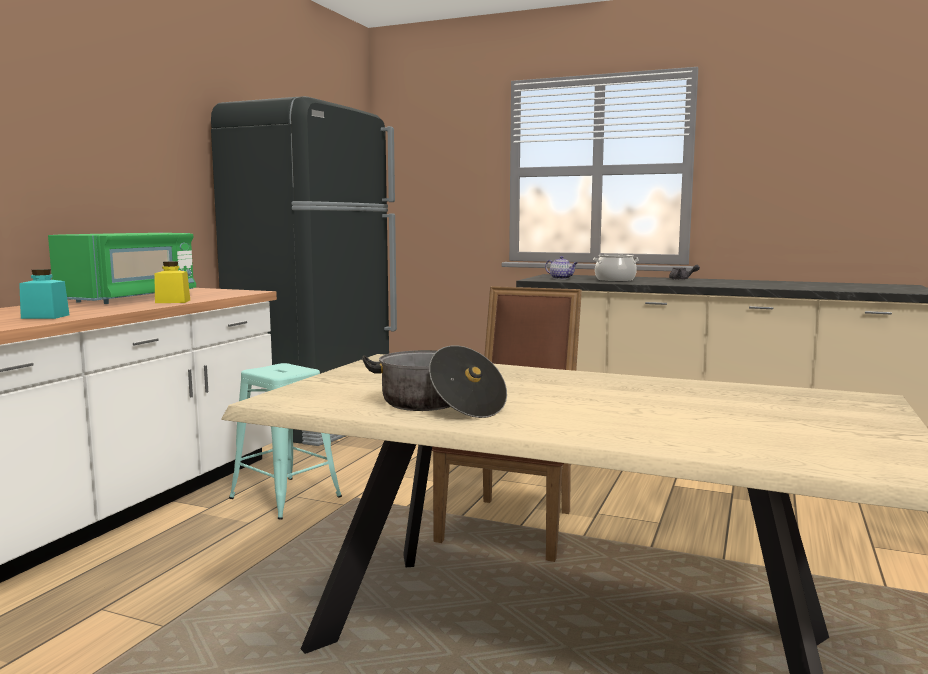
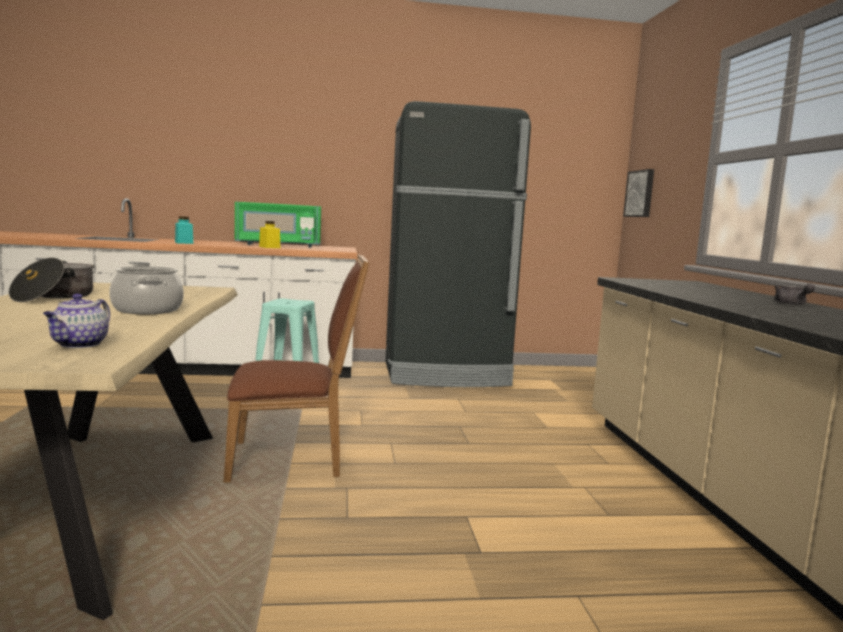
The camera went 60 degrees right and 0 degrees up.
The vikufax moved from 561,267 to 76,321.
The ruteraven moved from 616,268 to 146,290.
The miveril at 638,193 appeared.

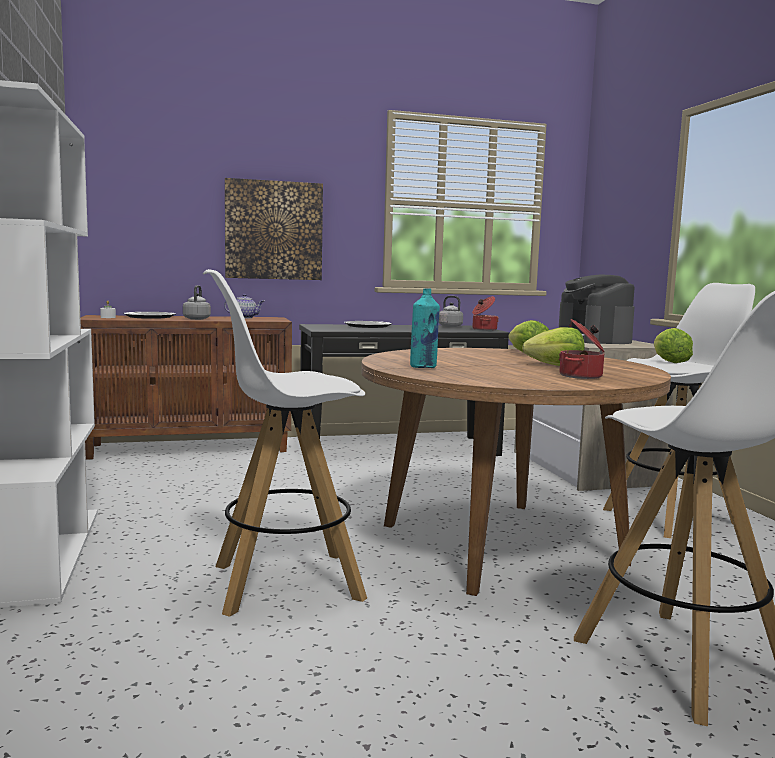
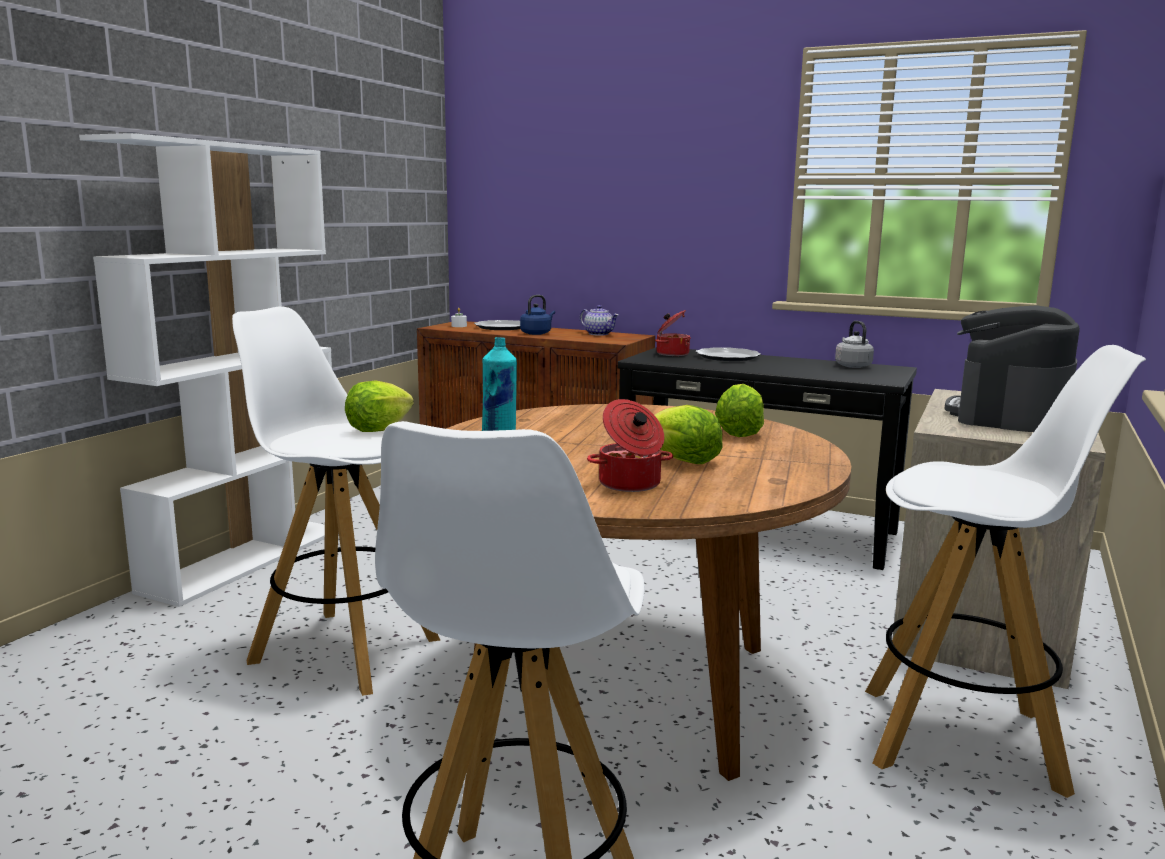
The camera went 40 degrees right and 5 degrees up.
The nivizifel moved from 673,345 to 379,406.
The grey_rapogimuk at 197,302 became the blue_rapogimuk at 537,315.
The ruteraven moved from 485,313 to 673,333.
The miveril at 274,229 disappeared.

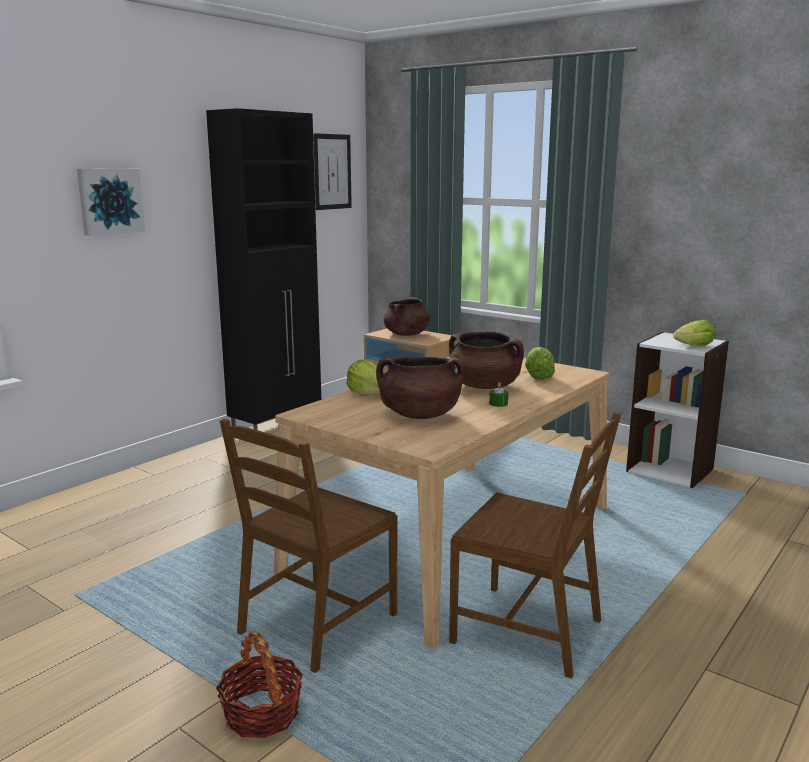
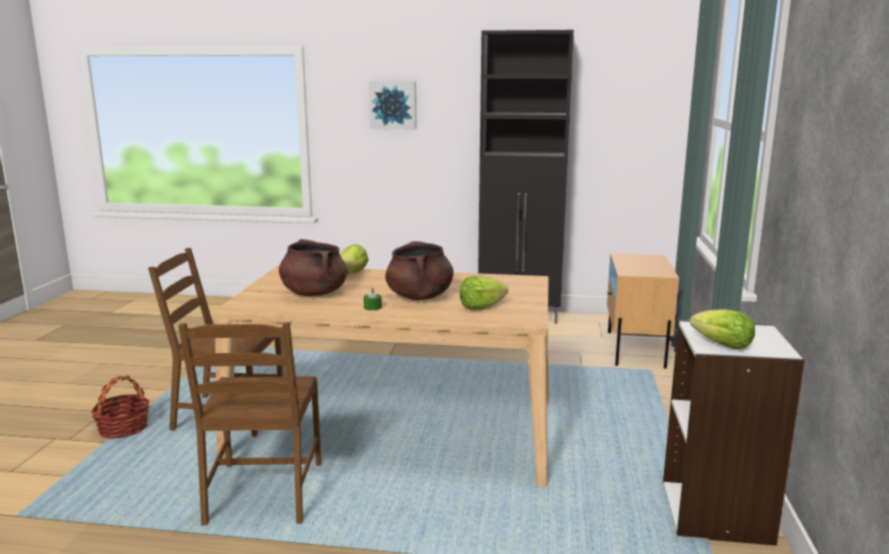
The camera went 60 degrees right and 0 degrees up.
The miveril at 332,171 disappeared.
The brown_ruteraven at 406,316 disappeared.

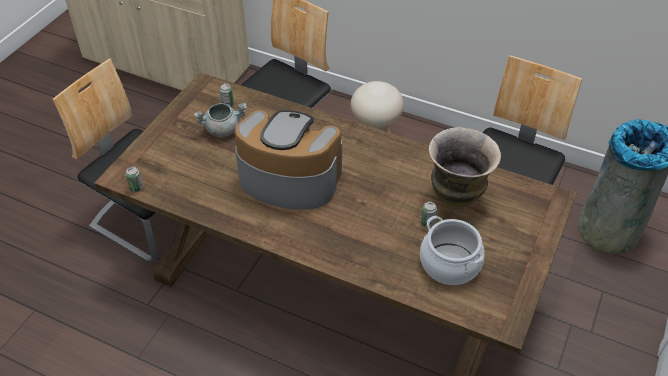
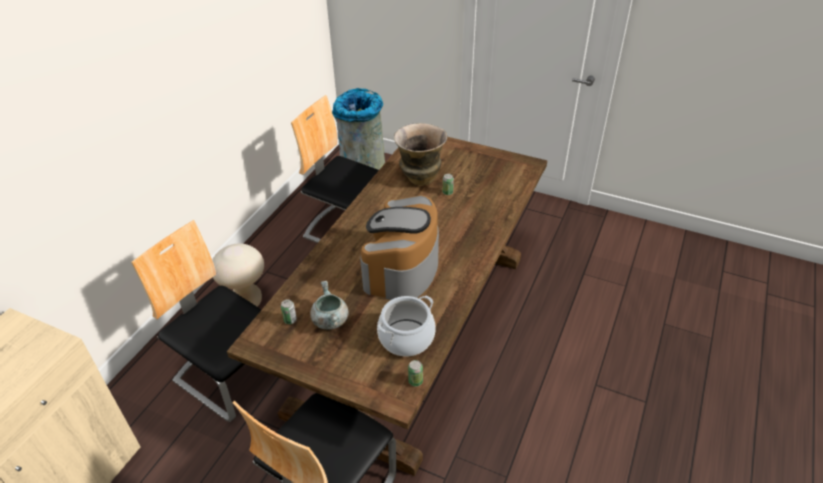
The camera went 90 degrees left and 5 degrees down.
The ruteraven moved from 452,250 to 406,326.

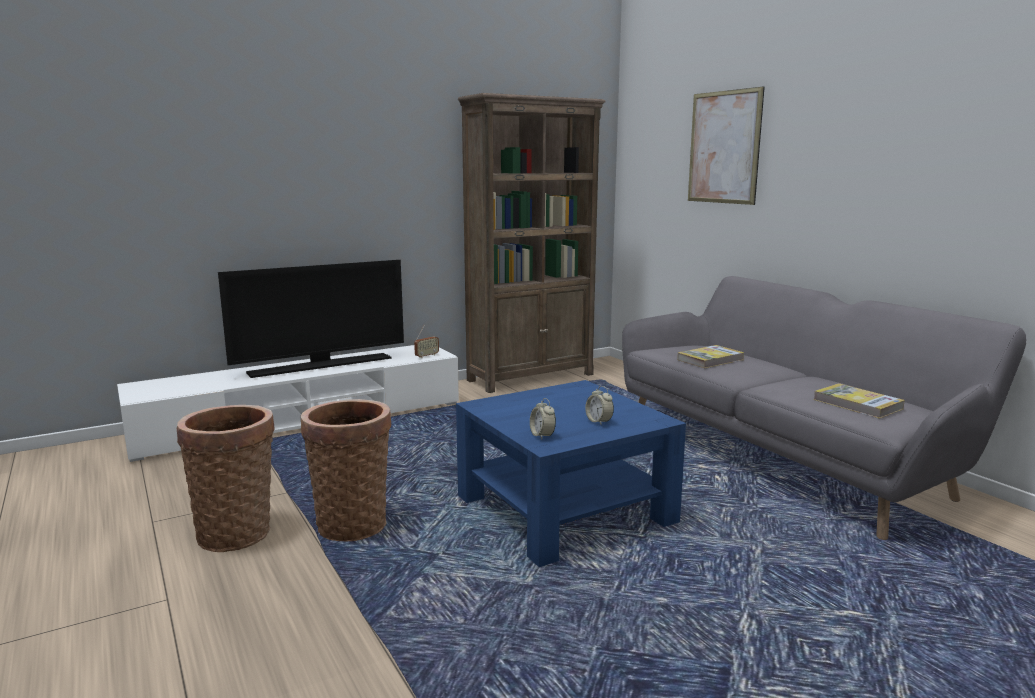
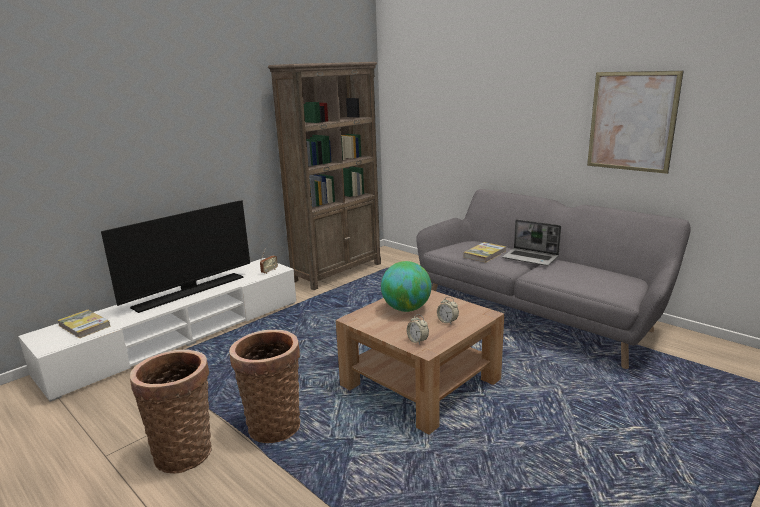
The camera went 15 degrees left and 5 degrees up.
The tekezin moved from 859,401 to 83,324.
The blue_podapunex at 571,473 became the brown_podapunex at 420,362.
The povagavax at 406,286 appeared.
The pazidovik at 531,242 appeared.
The miveril moved from 726,145 to 635,122.

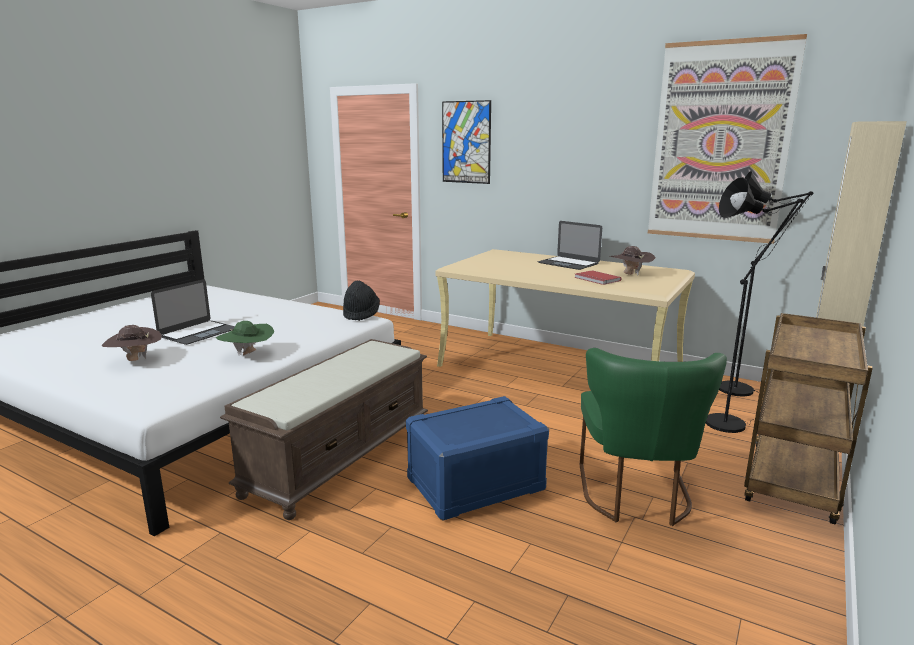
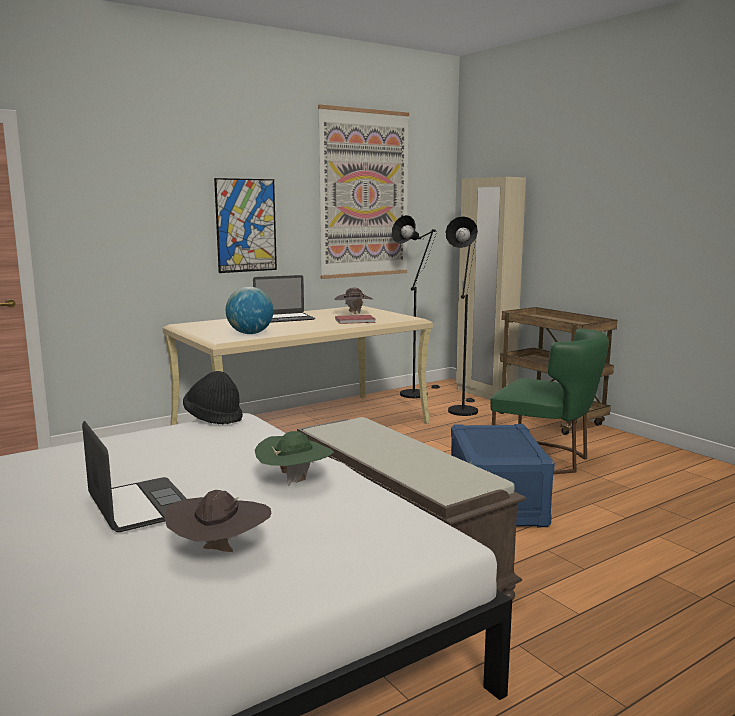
The camera went 65 degrees left and 5 degrees down.
The miveril moved from 466,142 to 245,225.
The povagavax at 249,310 appeared.

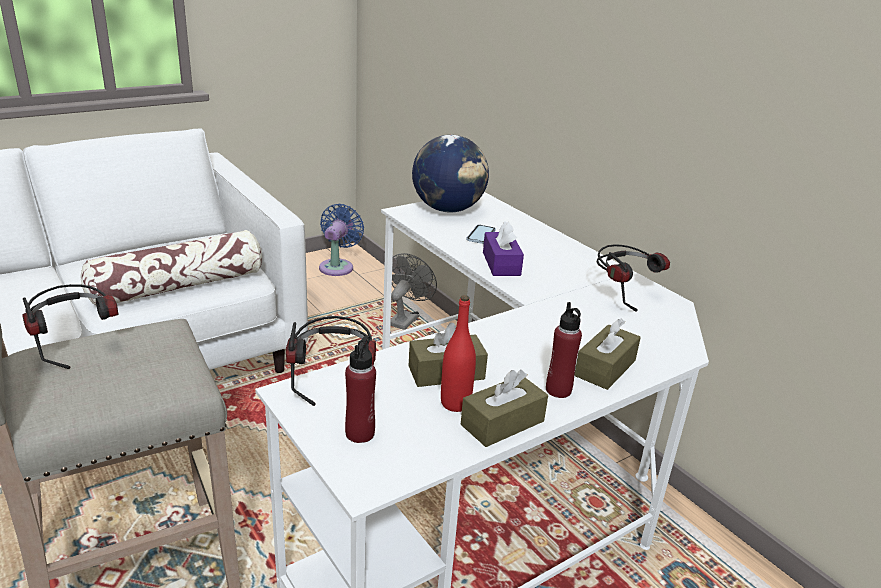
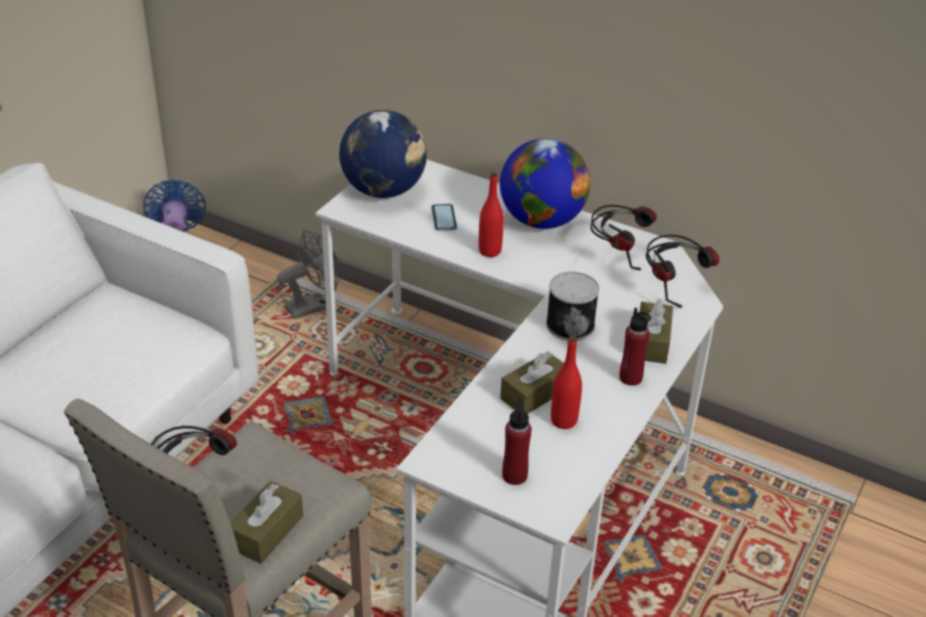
The camera went 25 degrees left and 10 degrees up.
The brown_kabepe moved from 504,408 to 267,522.
The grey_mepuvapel at 413,291 turned 60 degrees clockwise.
The purple_kabepe at 503,248 was replaced by the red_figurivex at 491,214.
The povagavax at 545,183 appeared.
The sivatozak at 572,306 appeared.
The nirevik moved from 331,361 to 682,271.
The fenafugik at 171,267 disappeared.

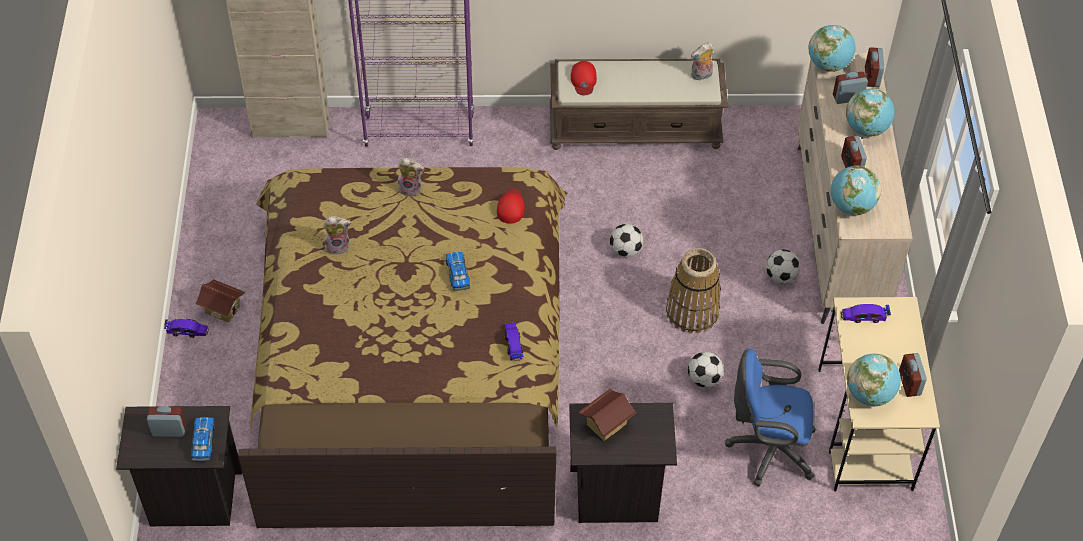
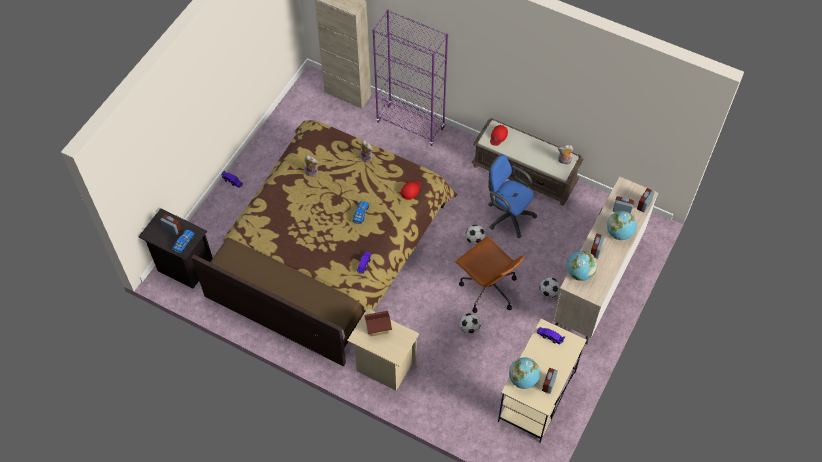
The camera went 30 degrees right and 5 degrees up.
The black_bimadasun at 623,463 became the beige_bimadasun at 383,349.
The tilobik at 693,290 was replaced by the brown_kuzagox at 490,275.
The blue_kuzagox moved from 770,417 to 512,196.
The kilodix at 220,301 disappeared.
The povagavax at 831,48 disappeared.

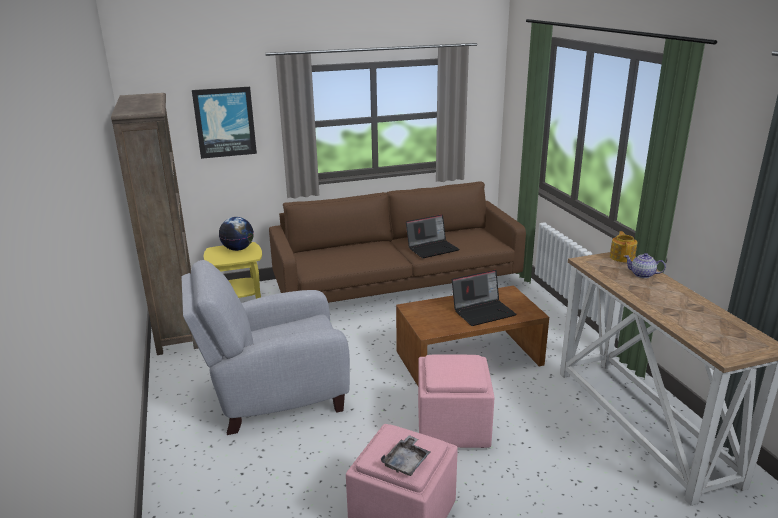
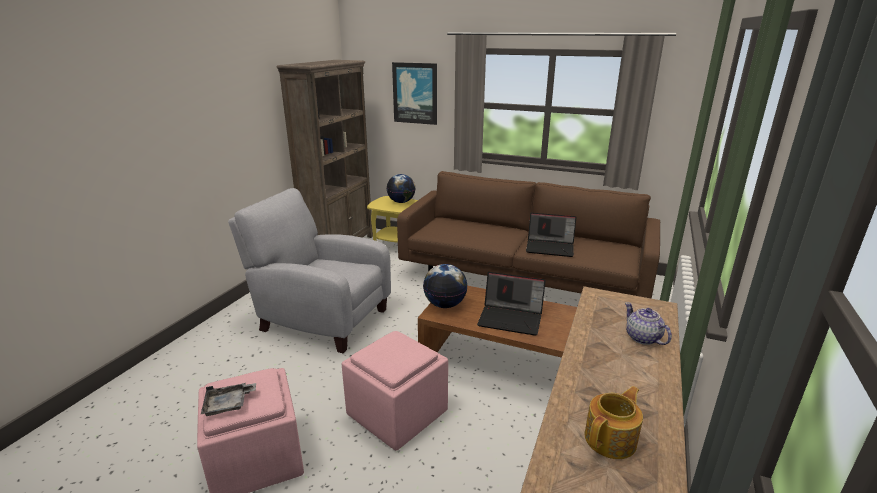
The camera went 40 degrees right and 0 degrees up.
The povagavax at 445,286 appeared.
The vikufax moved from 623,246 to 614,422.

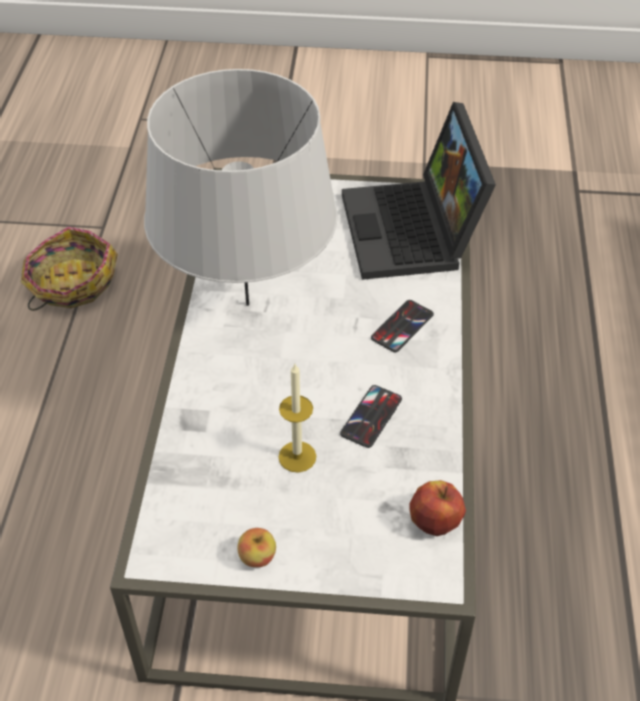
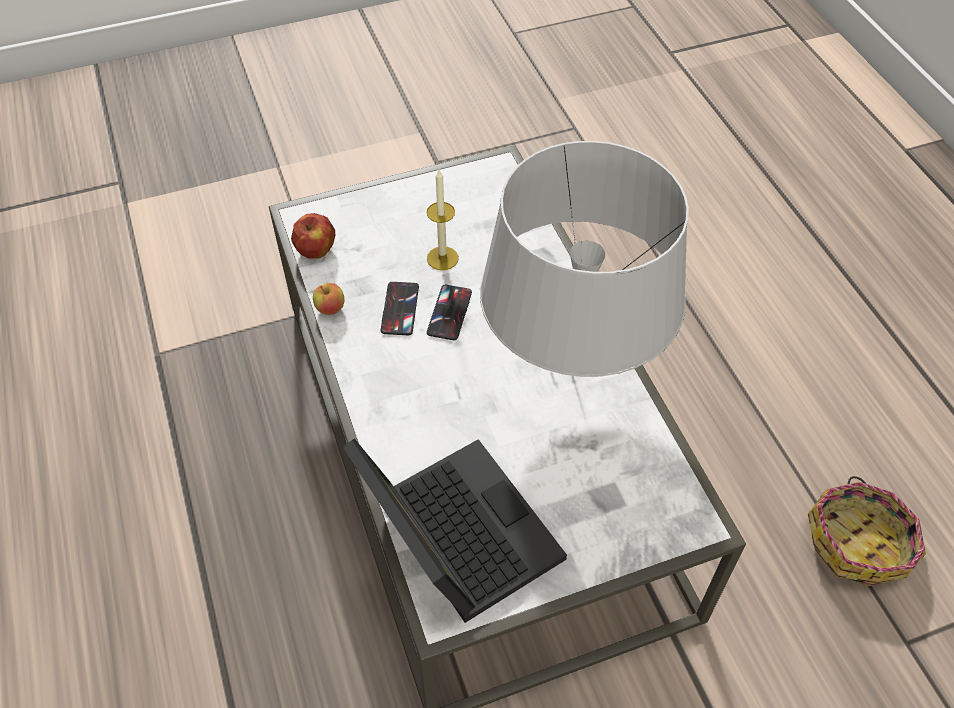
The camera went 155 degrees right and 5 degrees up.
The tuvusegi moved from 256,547 to 328,299.
The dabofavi moved from 402,326 to 449,312.

